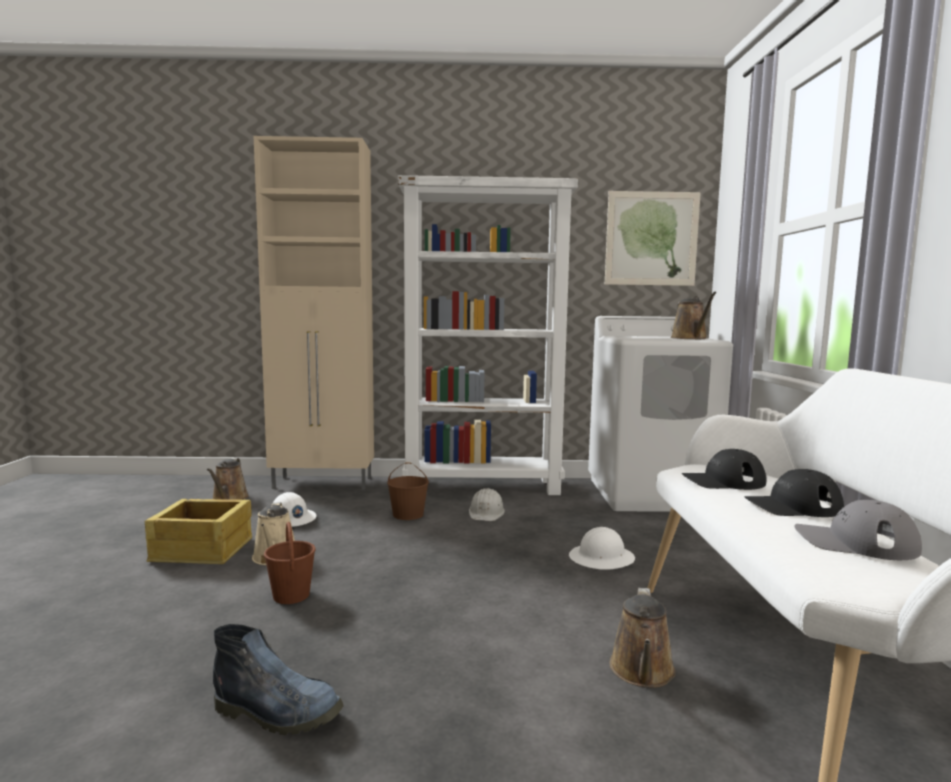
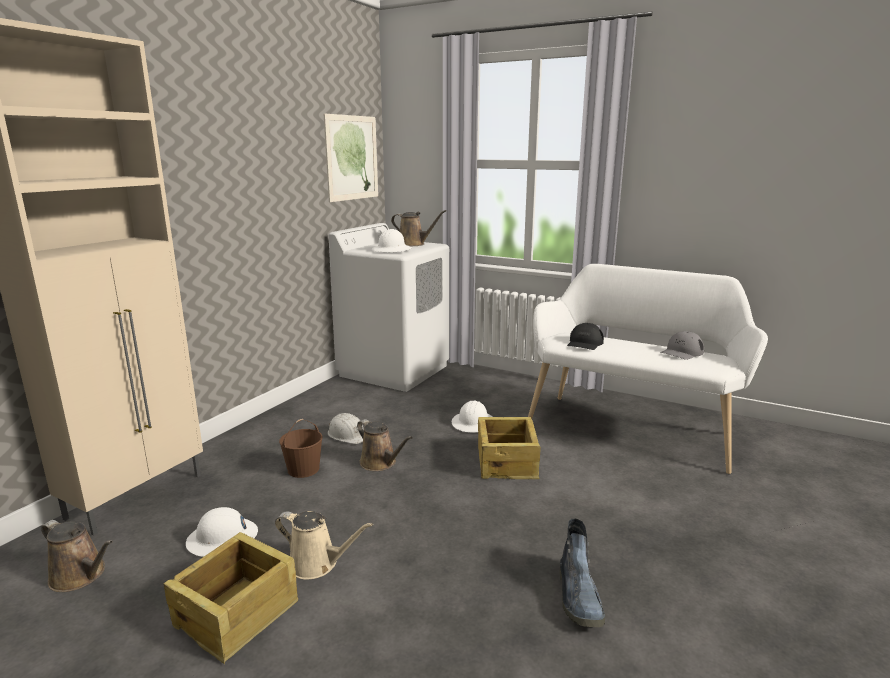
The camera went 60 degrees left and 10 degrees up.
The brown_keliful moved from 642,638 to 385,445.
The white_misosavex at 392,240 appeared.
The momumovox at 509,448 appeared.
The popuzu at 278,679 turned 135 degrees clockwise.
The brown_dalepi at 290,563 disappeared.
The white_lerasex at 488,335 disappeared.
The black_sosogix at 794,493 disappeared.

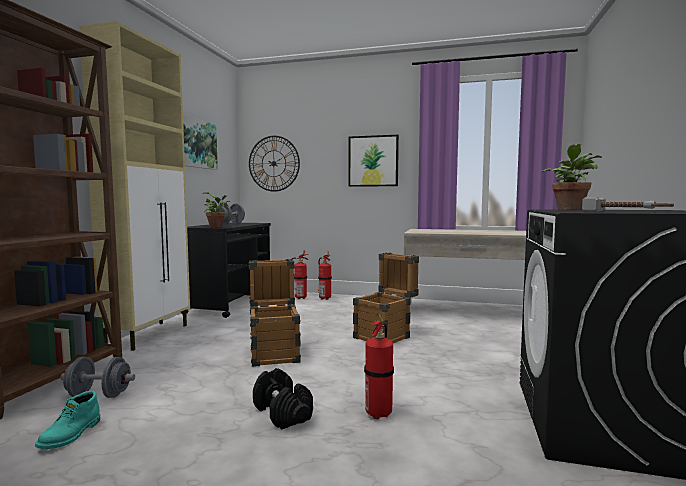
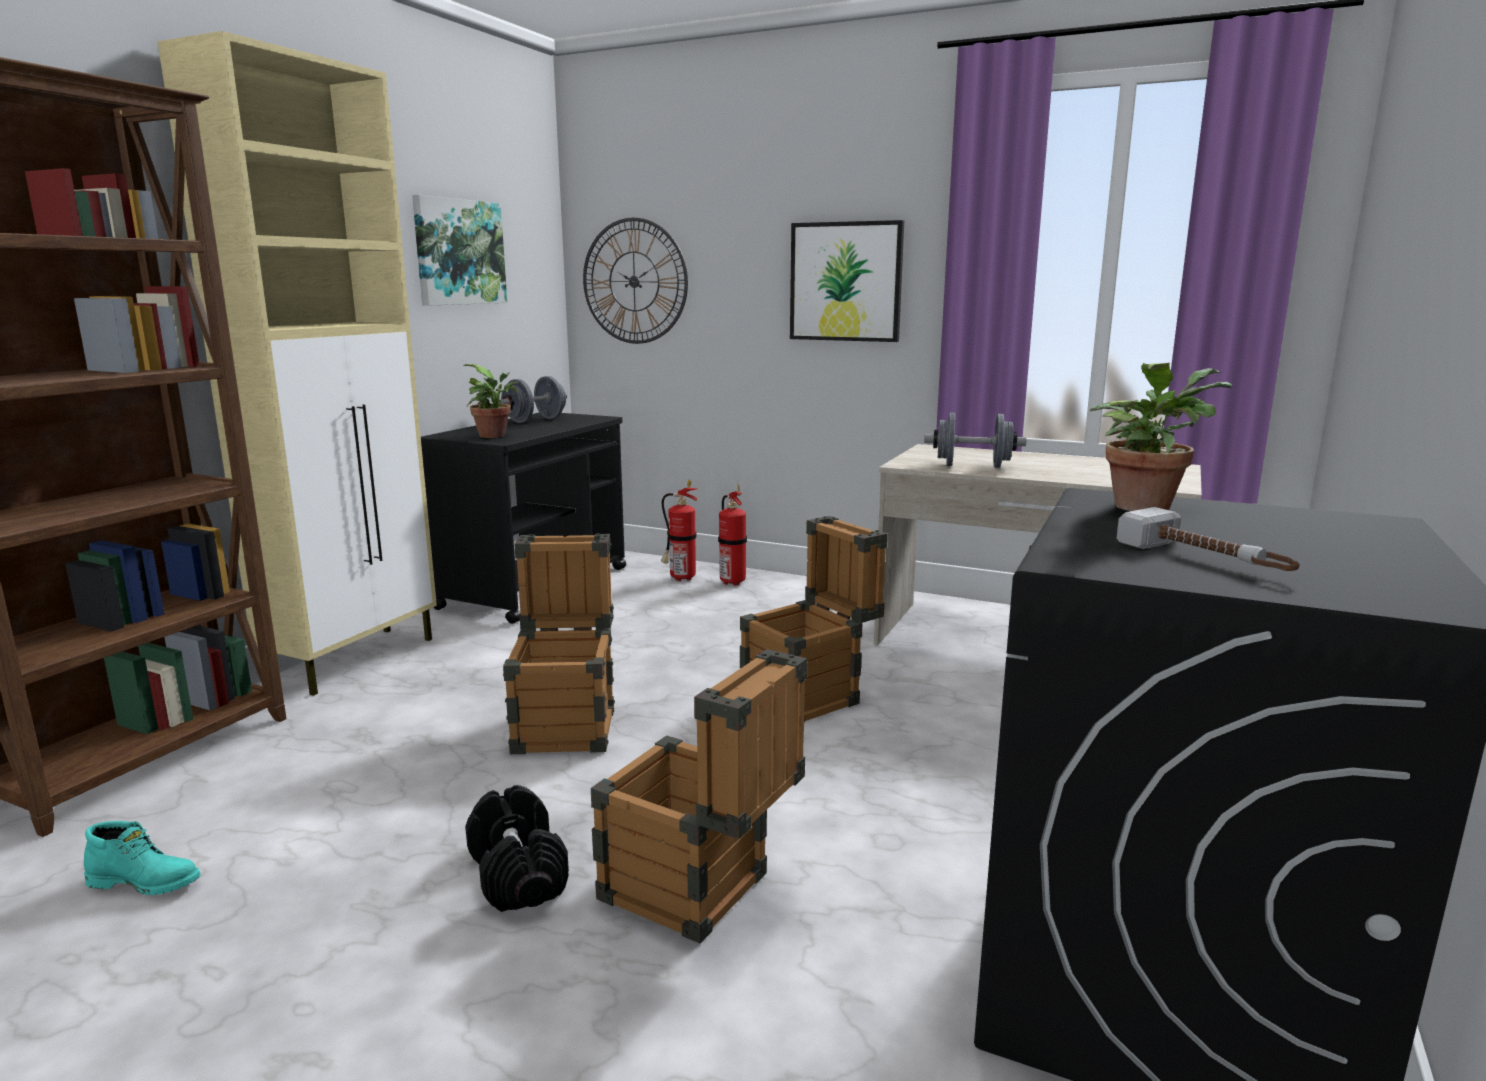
The camera went 10 degrees right and 10 degrees up.
The turquoise_popuzu at 67,420 turned 105 degrees counterclockwise.
The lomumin at 379,366 was replaced by the momumovox at 699,796.
The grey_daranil moved from 97,377 to 975,440.

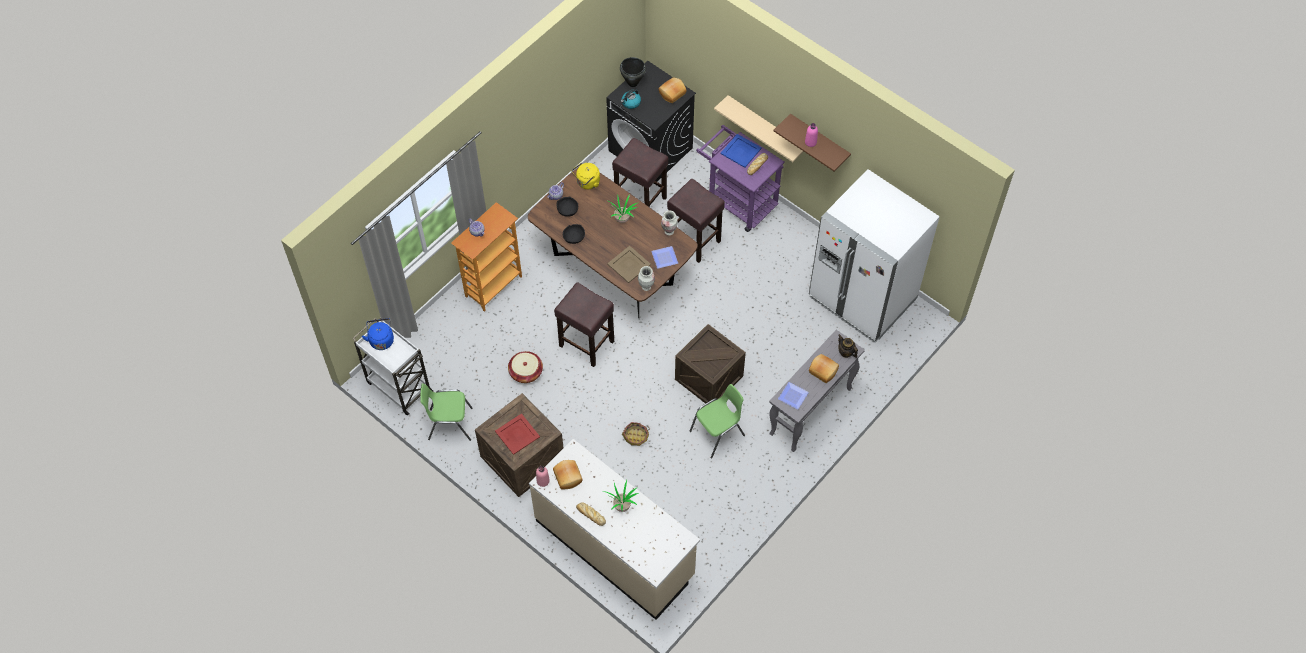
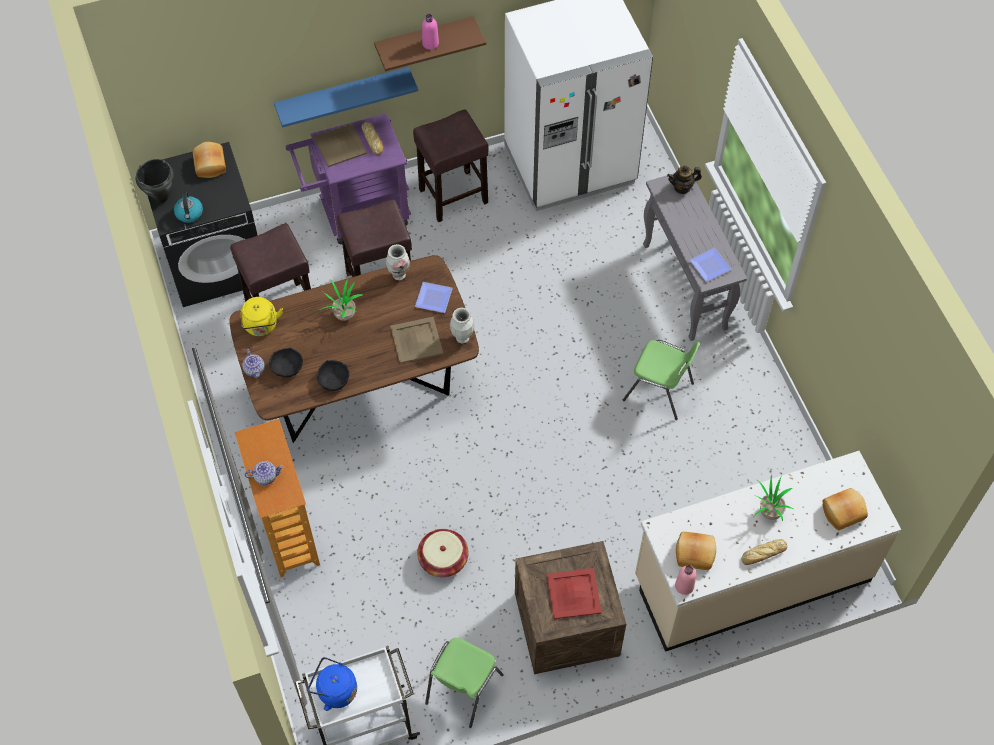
The camera went 60 degrees left and 0 degrees up.
The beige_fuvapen at 759,128 became the blue_fuvapen at 346,97.
The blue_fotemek at 741,151 became the beige_fotemek at 340,145.
The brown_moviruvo moved from 584,324 to 450,165.
The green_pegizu at 717,421 turned 120 degrees clockwise.
The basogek moved from 824,368 to 845,509.
The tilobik at 636,434 disappeared.
The momumovox at 710,364 disappeared.

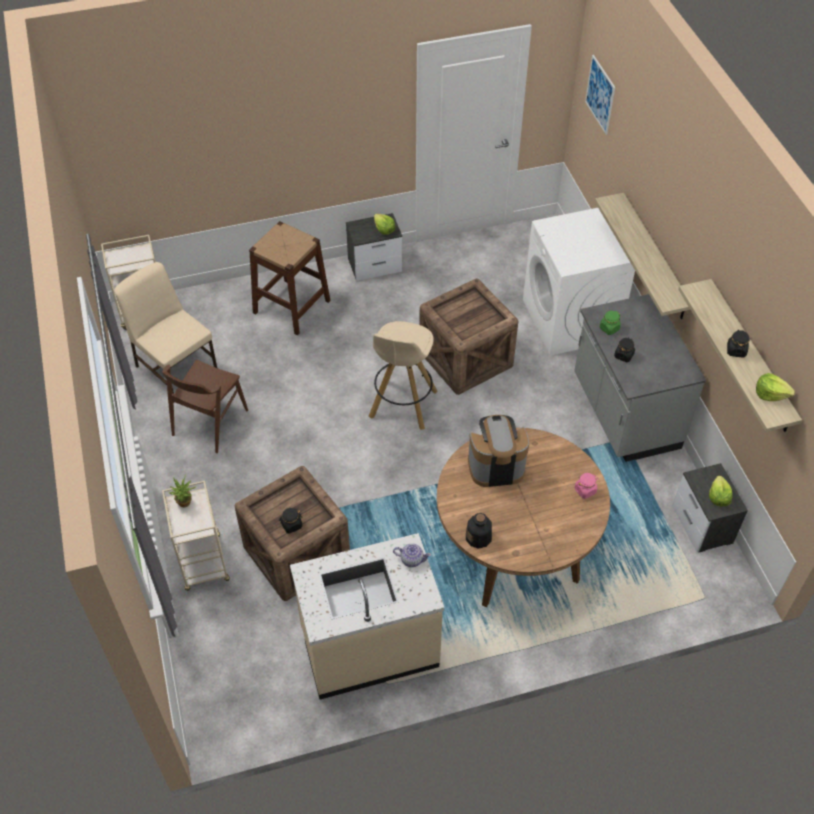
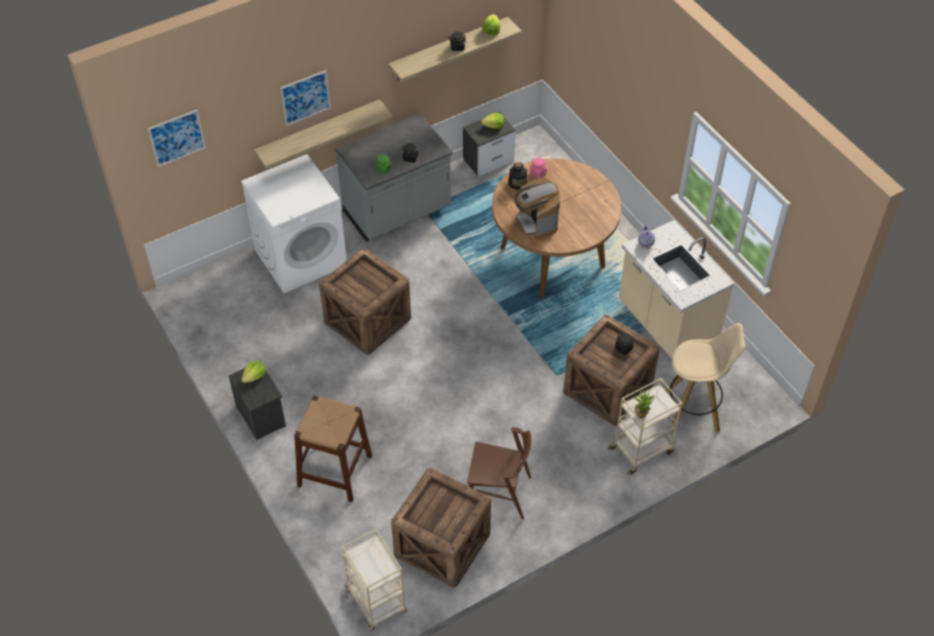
The camera went 105 degrees left and 0 degrees up.
The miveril at 305,98 appeared.
The beige_pegizu at 166,327 was replaced by the momumovox at 441,528.
The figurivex moved from 479,531 to 517,176.
The beige_moviruvo moved from 403,375 to 706,378.

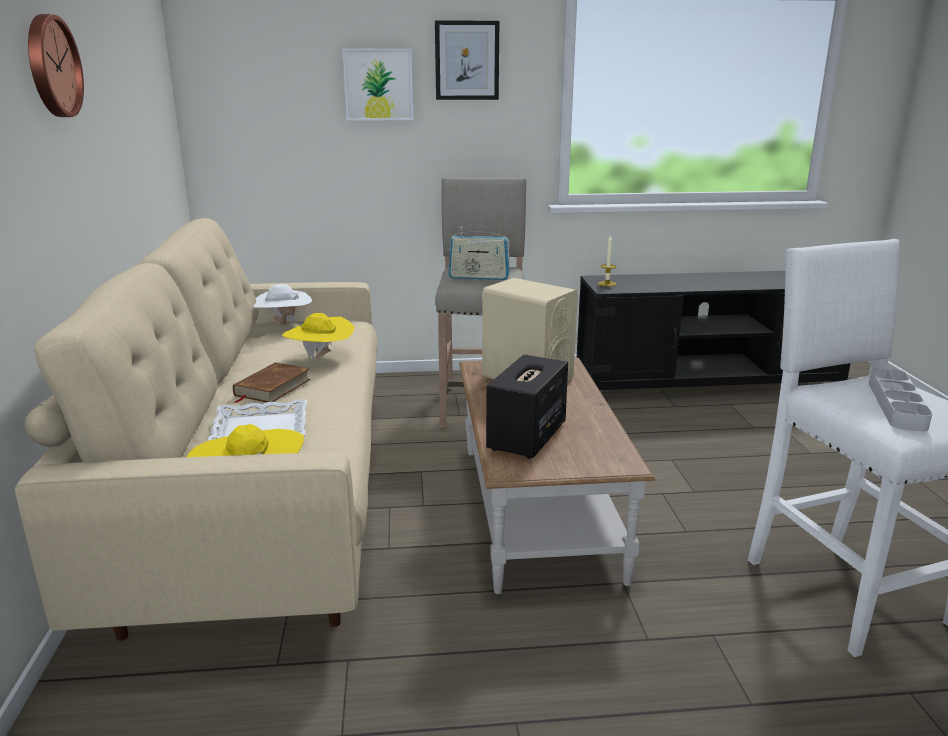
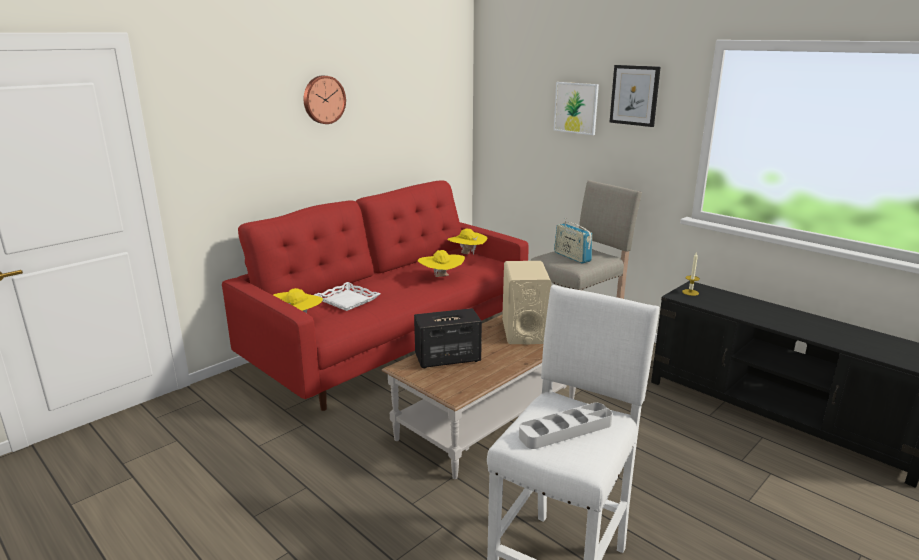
The camera went 50 degrees right and 0 degrees up.
The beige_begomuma at 196,429 became the red_begomuma at 375,295.
The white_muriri at 282,304 became the yellow_muriri at 467,241.
The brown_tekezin at 272,382 disappeared.

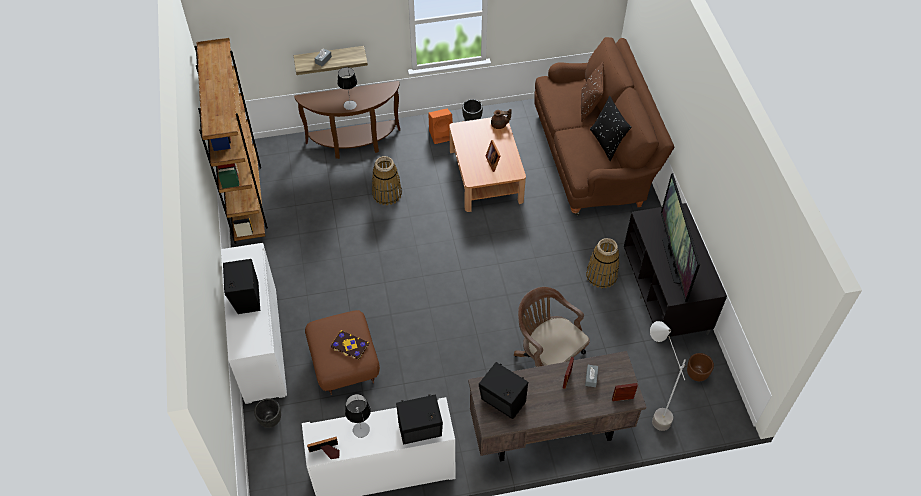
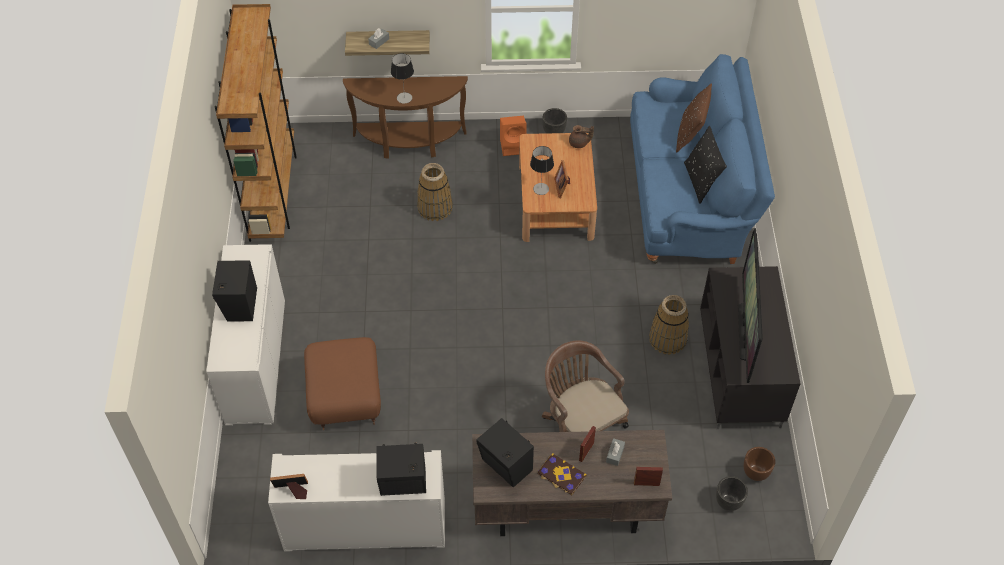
The camera went 10 degrees right and 0 degrees up.
The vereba moved from 358,416 to 542,170.
The tekezin moved from 349,345 to 562,474.
The brown_begomuma at 604,126 became the blue_begomuma at 702,159.
The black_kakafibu moved from 267,413 to 732,493.
The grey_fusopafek at 668,376 disappeared.

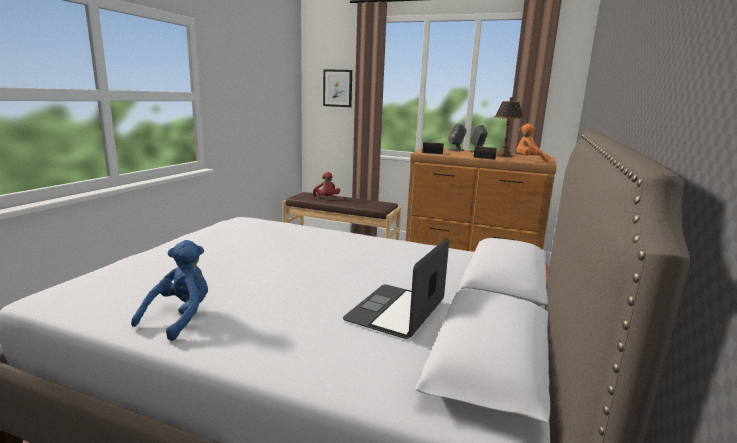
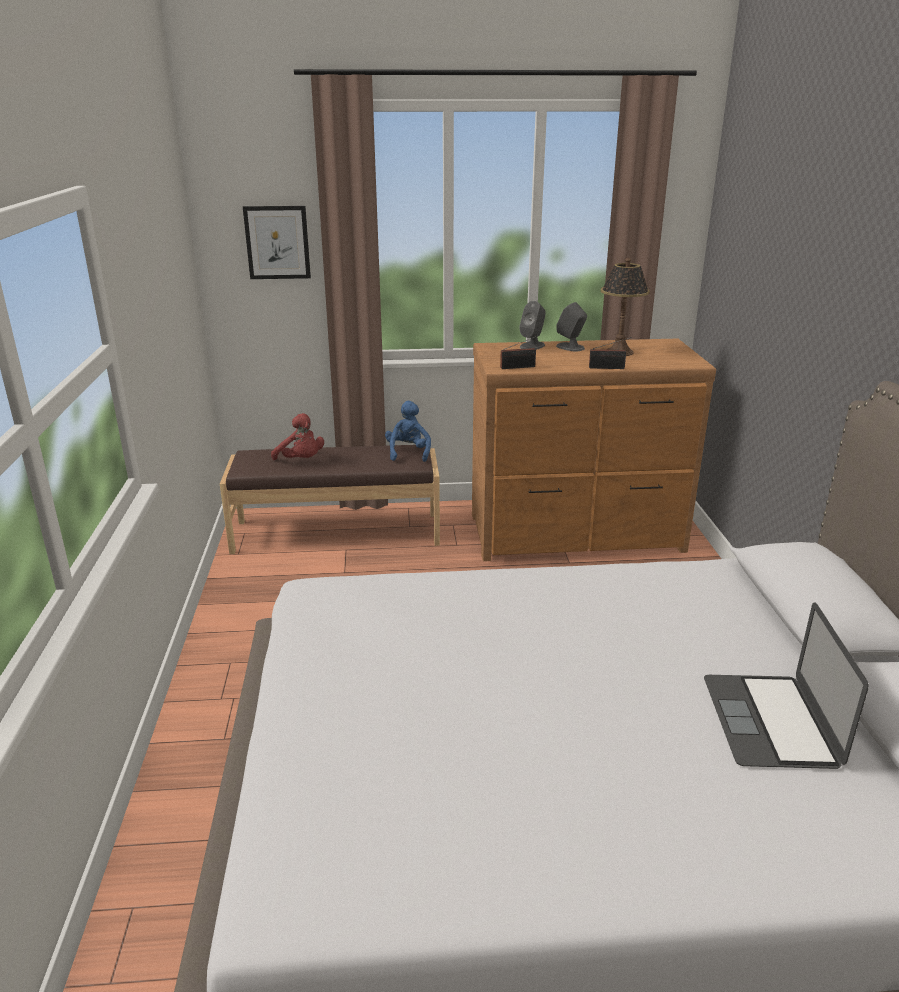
The camera went 25 degrees left and 10 degrees up.
The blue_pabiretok moved from 169,290 to 408,431.
The orange_pabiretok at 534,142 disappeared.

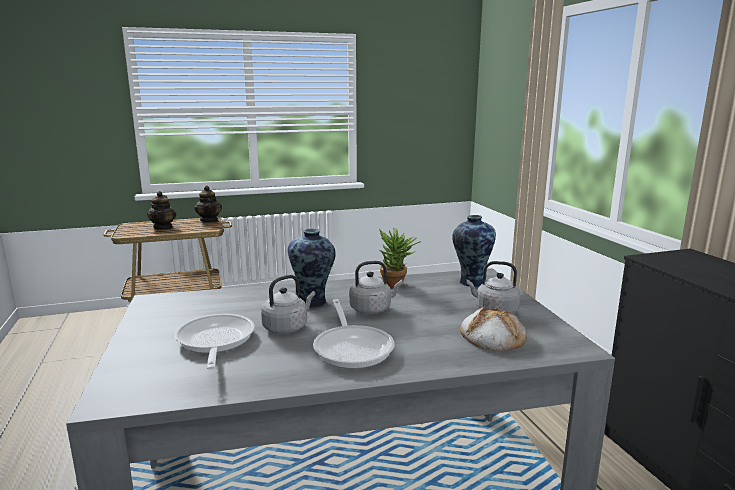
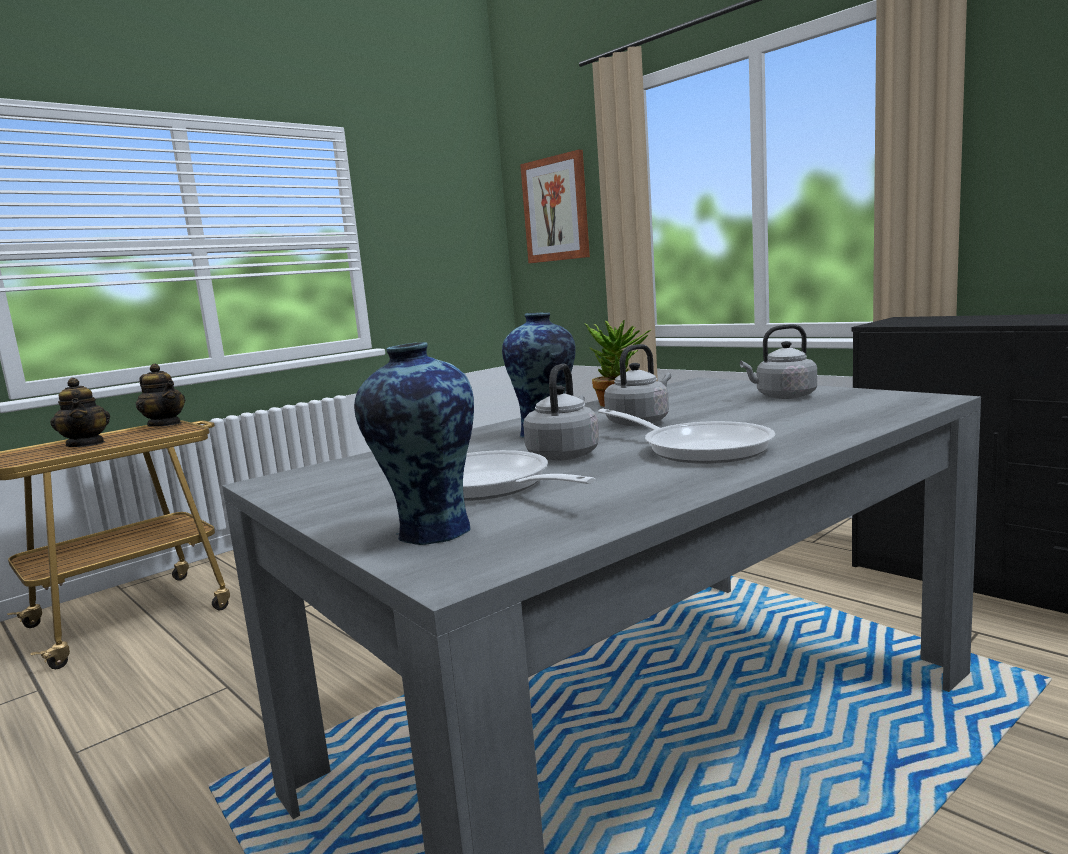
The camera went 25 degrees left and 5 degrees down.
The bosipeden moved from 474,251 to 414,443.
The miveril at 555,206 appeared.
The basogek at 493,328 disappeared.

